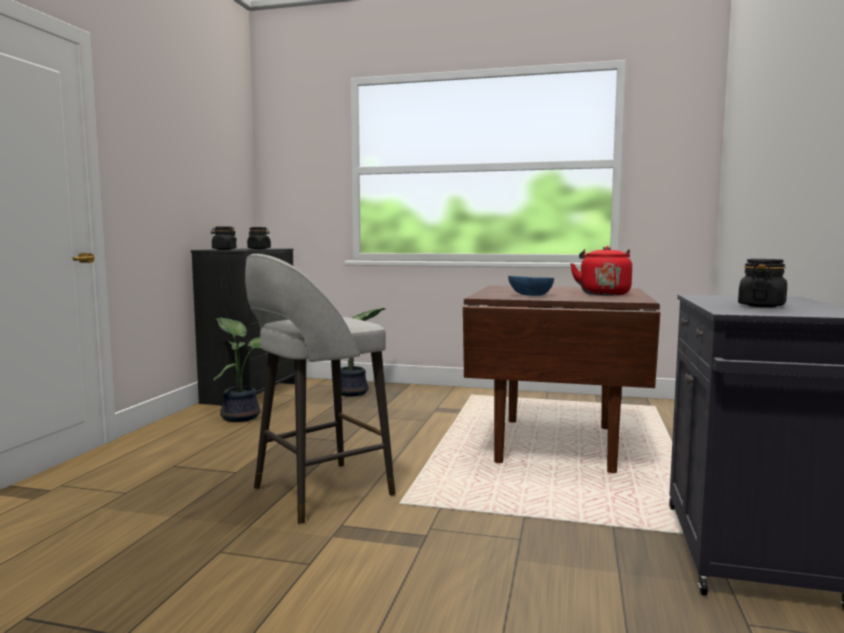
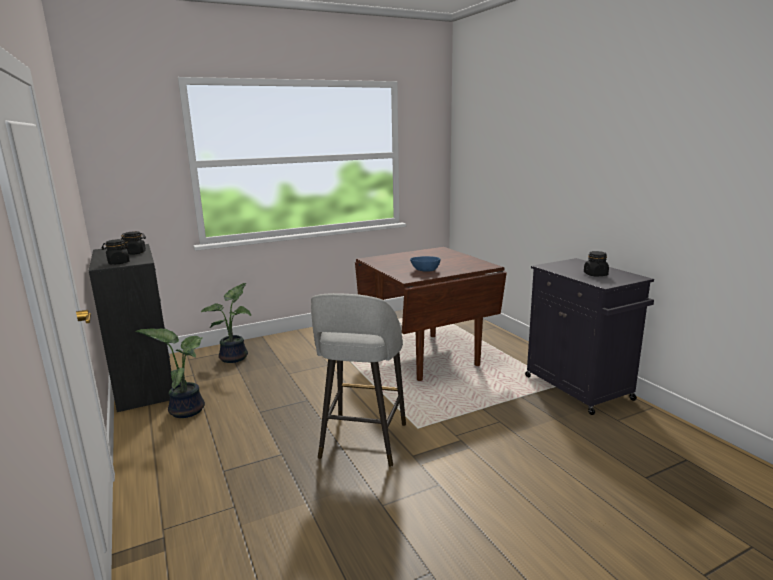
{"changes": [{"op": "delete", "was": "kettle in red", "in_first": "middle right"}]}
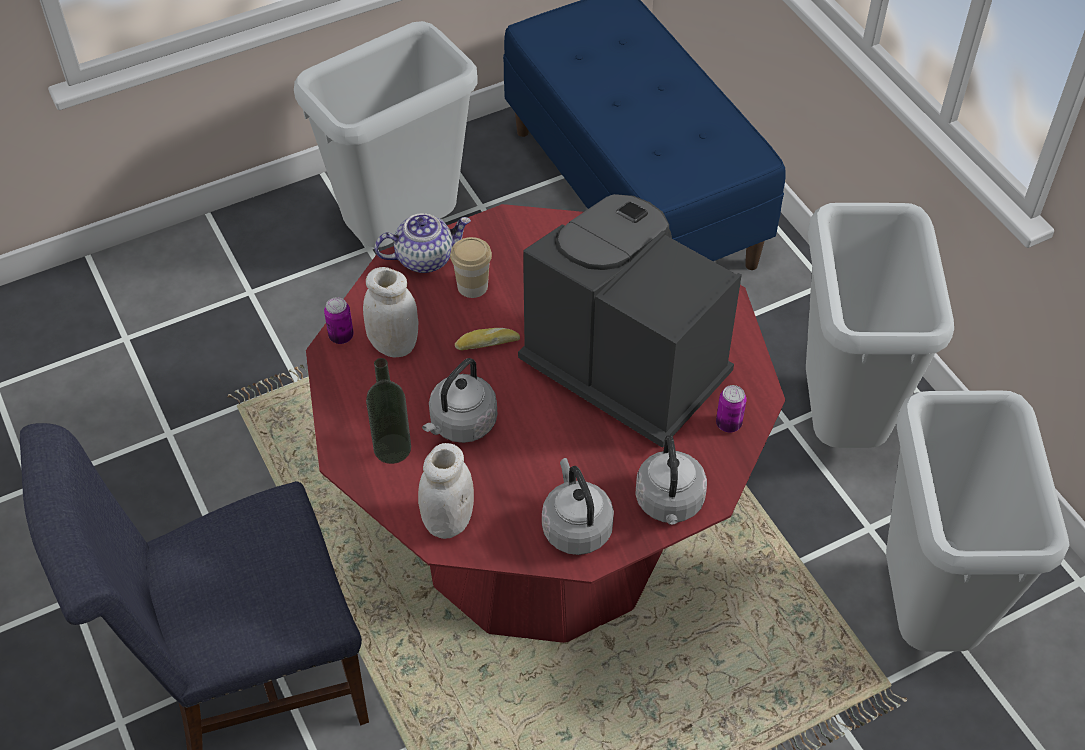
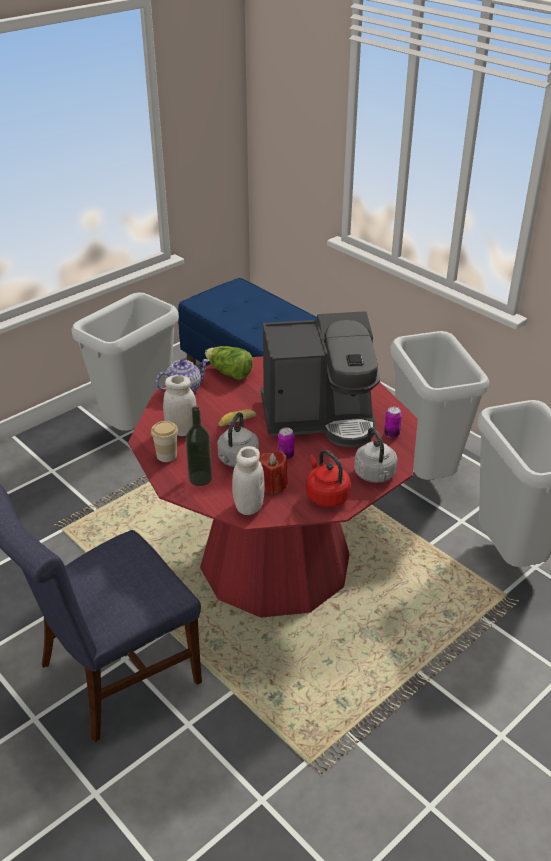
{"changes": [{"op": "move", "was": "can (1st from left)", "in_first": "middle left", "in_second": "centre"}, {"op": "move", "was": "cup", "in_first": "centre", "in_second": "middle left"}, {"op": "rotate", "was": "coffee machine", "in_first": "centre", "in_second": "centre", "clockwise": 150}, {"op": "recolor", "was": "kettle in grey (2nd from left)", "now": "kettle in red", "in_first": "bottom centre", "in_second": "centre"}, {"op": "insert", "now": "lettuce", "in_second": "centre"}, {"op": "insert", "now": "candle in red", "in_second": "centre"}]}
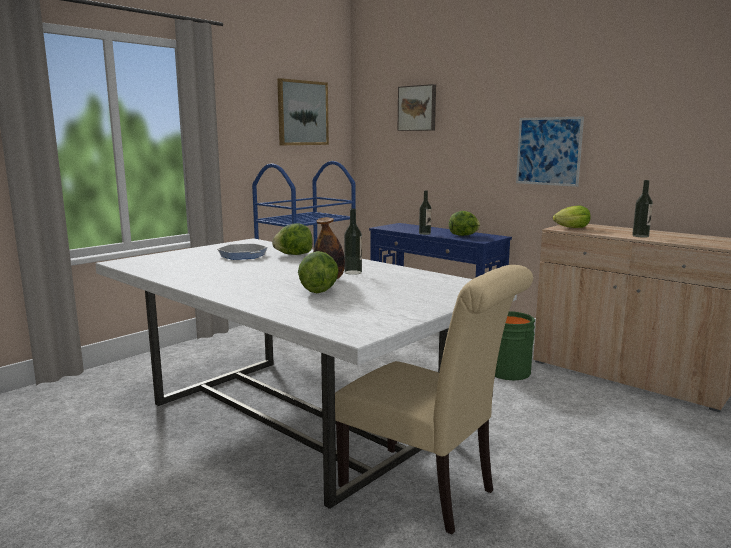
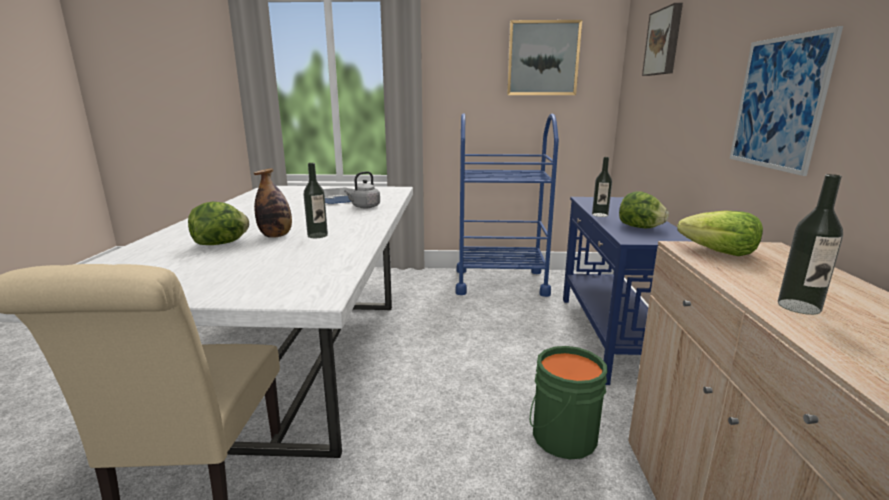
{"changes": [{"op": "replace", "was": "lettuce (1st from left)", "now": "kettle in grey", "in_first": "centre", "in_second": "centre"}]}
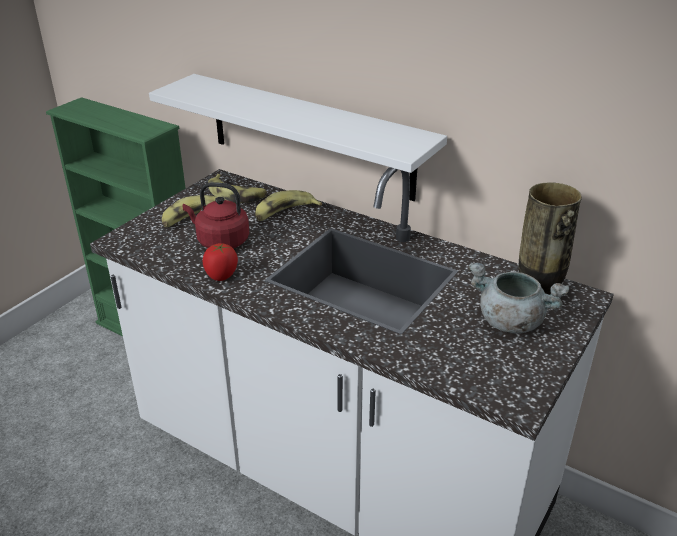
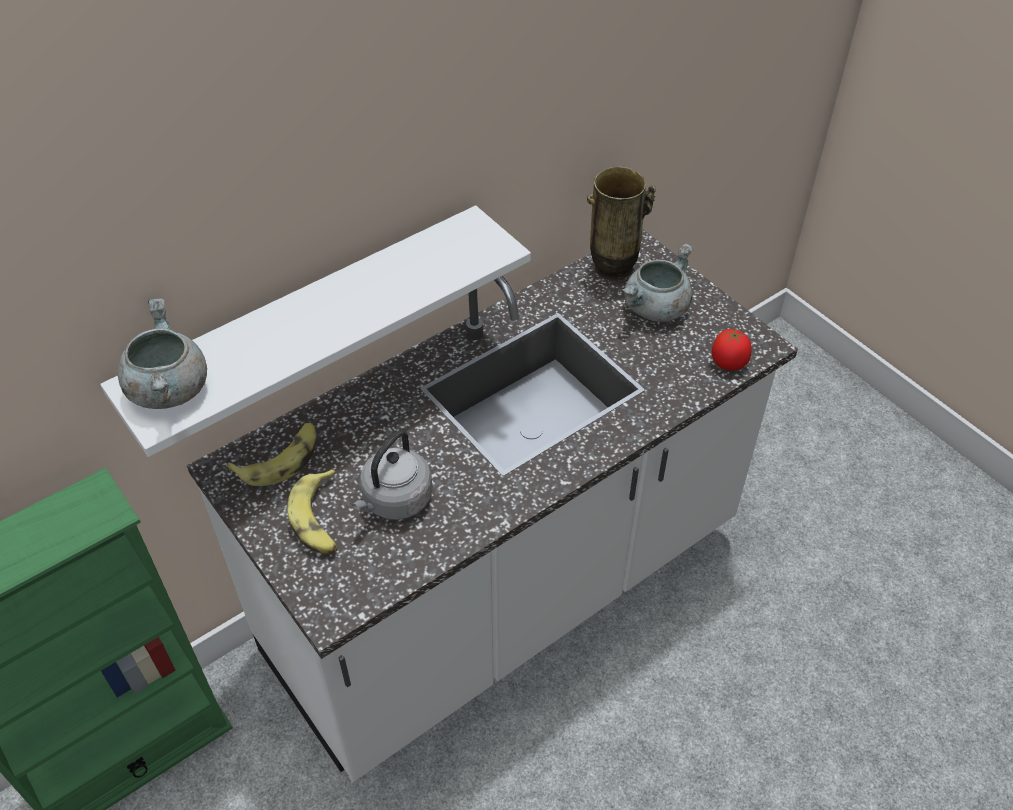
{"changes": [{"op": "recolor", "was": "kettle in red", "now": "kettle in grey", "in_first": "middle left", "in_second": "centre"}, {"op": "move", "was": "tomato", "in_first": "middle left", "in_second": "middle right"}, {"op": "delete", "was": "banana (3rd from left)", "in_first": "centre"}, {"op": "insert", "now": "cooking pot in grey (1st from left)", "in_second": "middle left"}]}
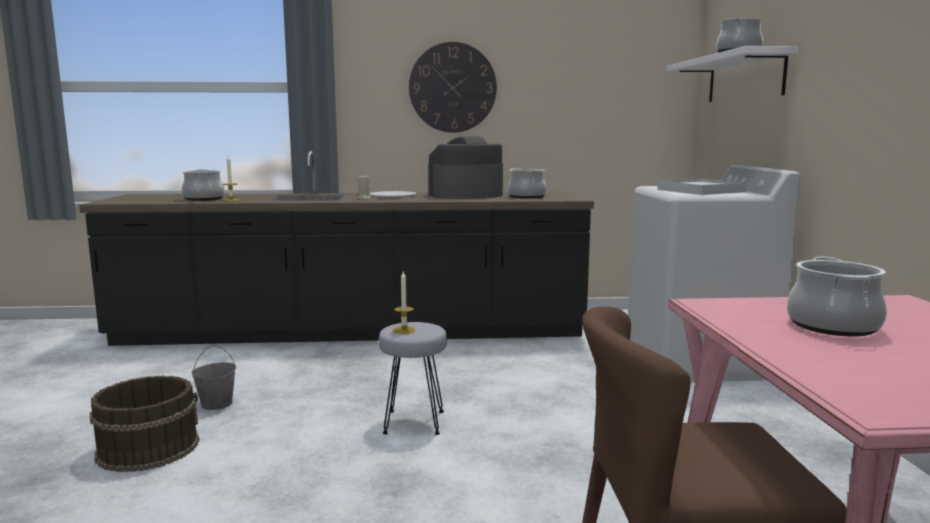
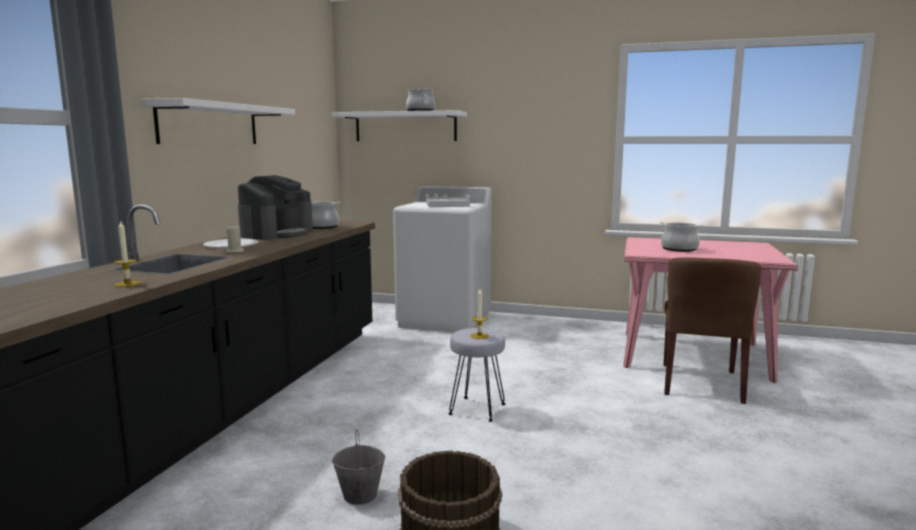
{"changes": [{"op": "delete", "was": "cooking pot (1st from left)", "in_first": "middle left"}, {"op": "replace", "was": "wall clock", "now": "shelf in white (1st from left)", "in_first": "top centre", "in_second": "top left"}, {"op": "rotate", "was": "coffee machine", "in_first": "top centre", "in_second": "middle left", "clockwise": -150}]}
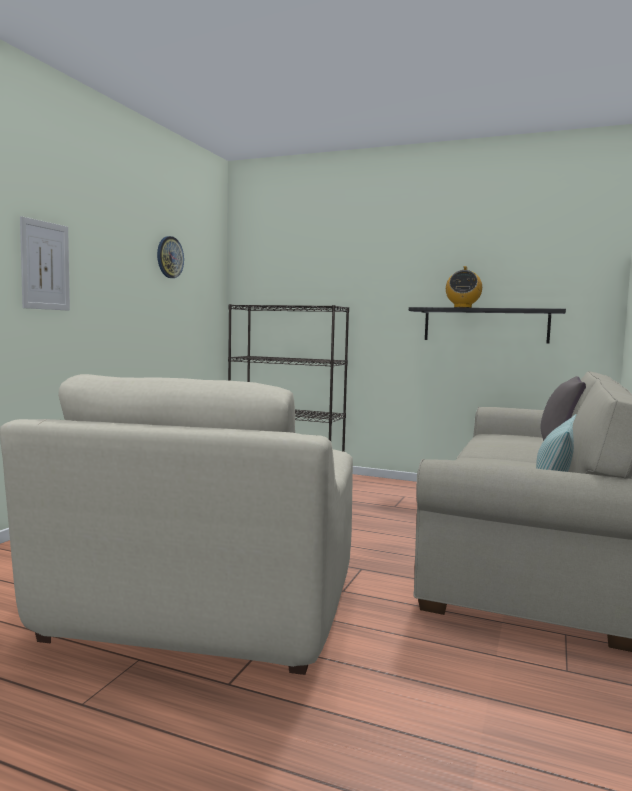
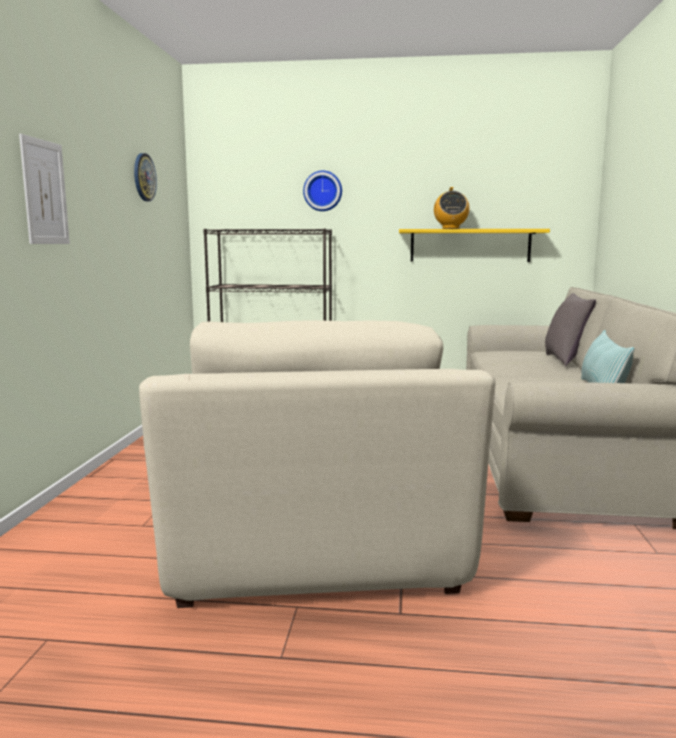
{"changes": [{"op": "recolor", "was": "shelf in black", "now": "shelf in yellow", "in_first": "middle right", "in_second": "top right"}, {"op": "insert", "now": "wall clock (2nd from left)", "in_second": "top centre"}]}
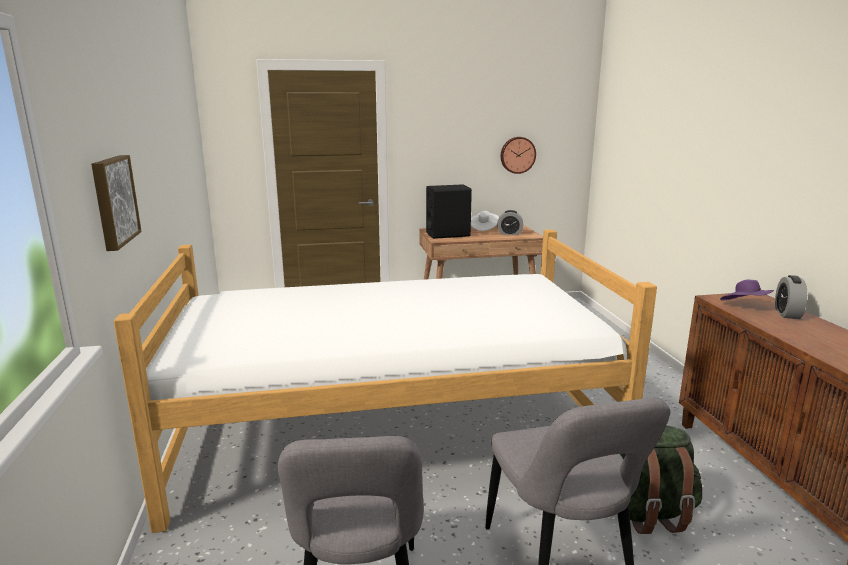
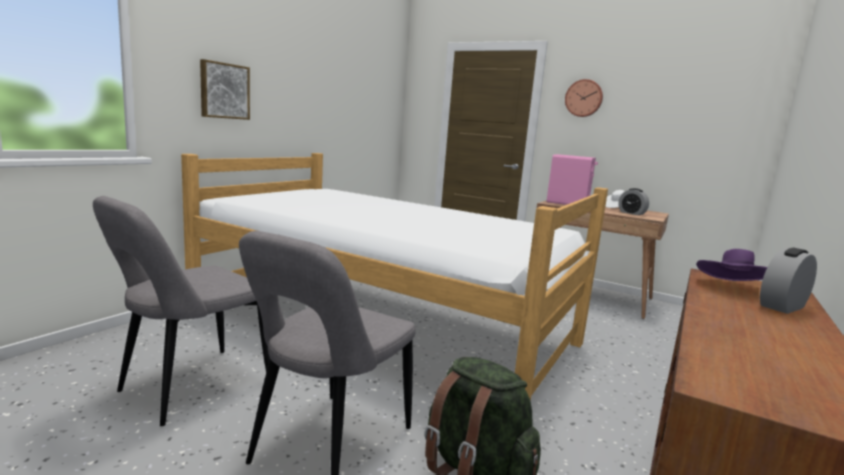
{"changes": [{"op": "recolor", "was": "speaker in black", "now": "speaker in pink", "in_first": "centre", "in_second": "middle right"}, {"op": "move", "was": "wall clock", "in_first": "top centre", "in_second": "top right"}]}
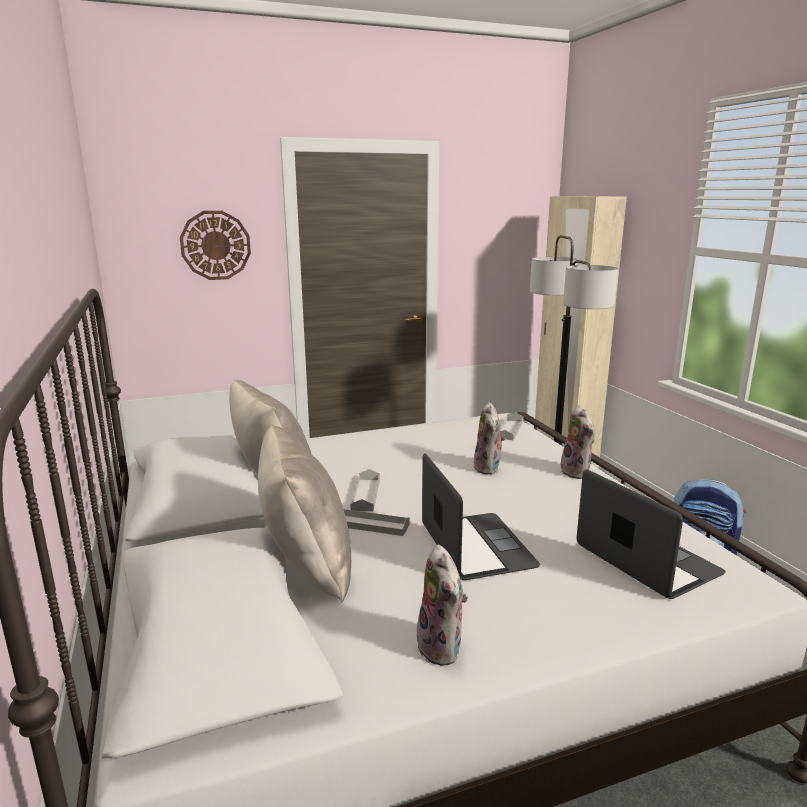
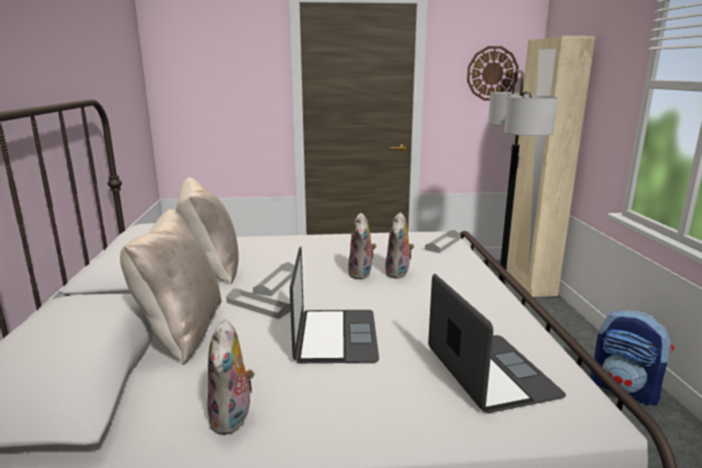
{"changes": [{"op": "move", "was": "wall clock", "in_first": "top left", "in_second": "top right"}, {"op": "move", "was": "plush toy (3rd from left in the first image)", "now": "plush toy (2nd from left)", "in_first": "middle right", "in_second": "centre"}]}
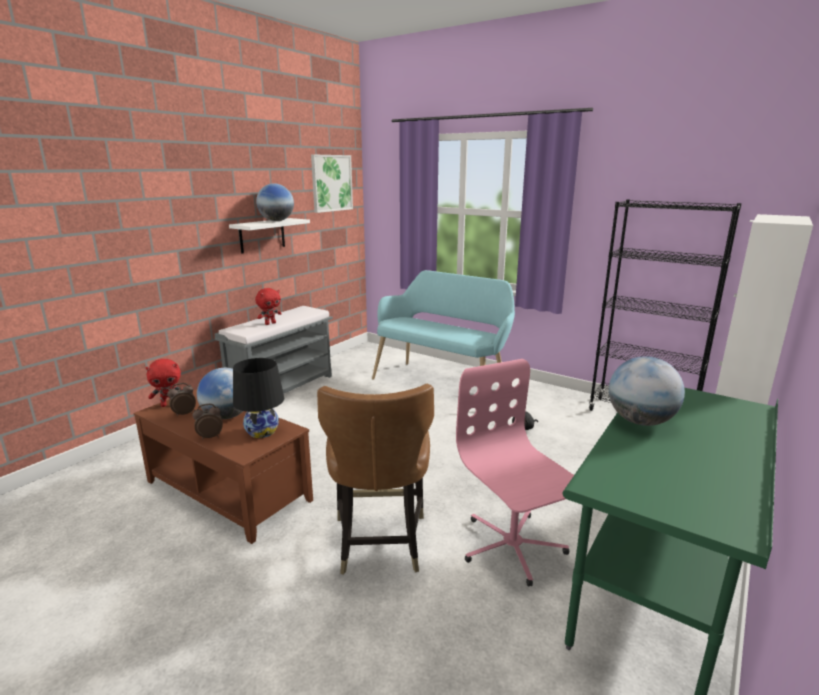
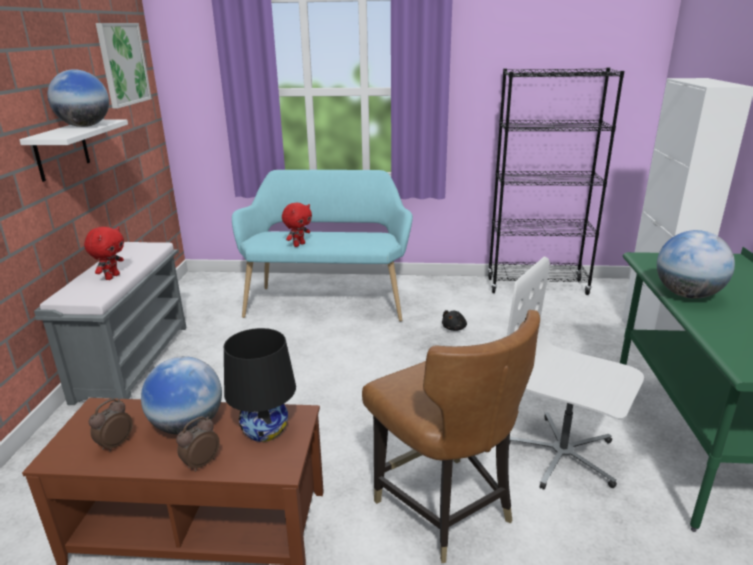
{"changes": [{"op": "move", "was": "plush toy in red (1st from left in the first image)", "now": "plush toy in red (2nd from left)", "in_first": "middle left", "in_second": "centre"}, {"op": "recolor", "was": "office chair in pink", "now": "office chair in white", "in_first": "bottom centre", "in_second": "middle right"}]}
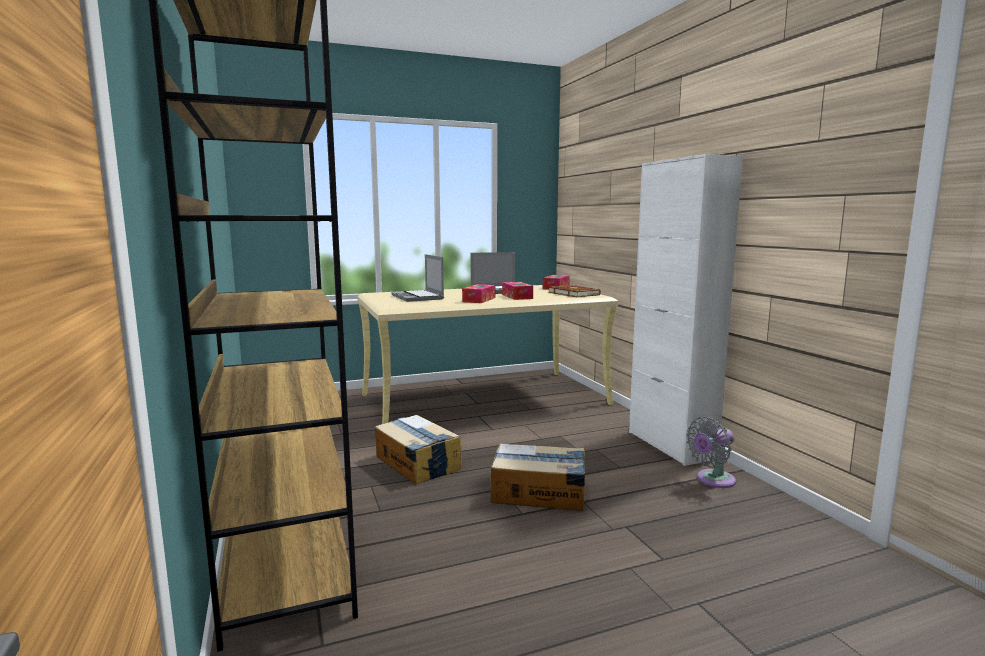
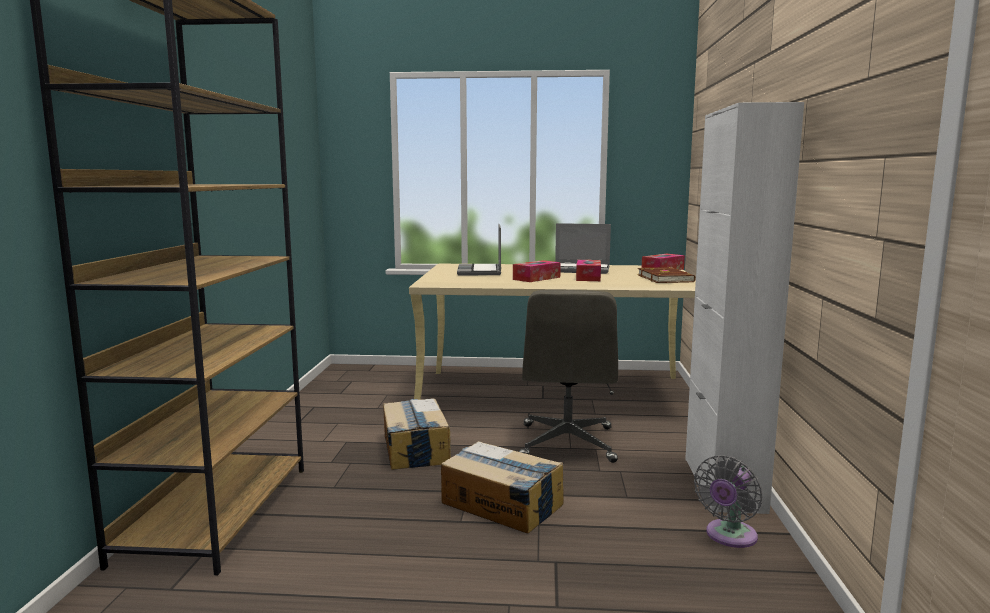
{"changes": [{"op": "rotate", "was": "fan in grey", "in_first": "bottom right", "in_second": "bottom right", "clockwise": -45}, {"op": "insert", "now": "office chair in grey", "in_second": "centre"}]}
